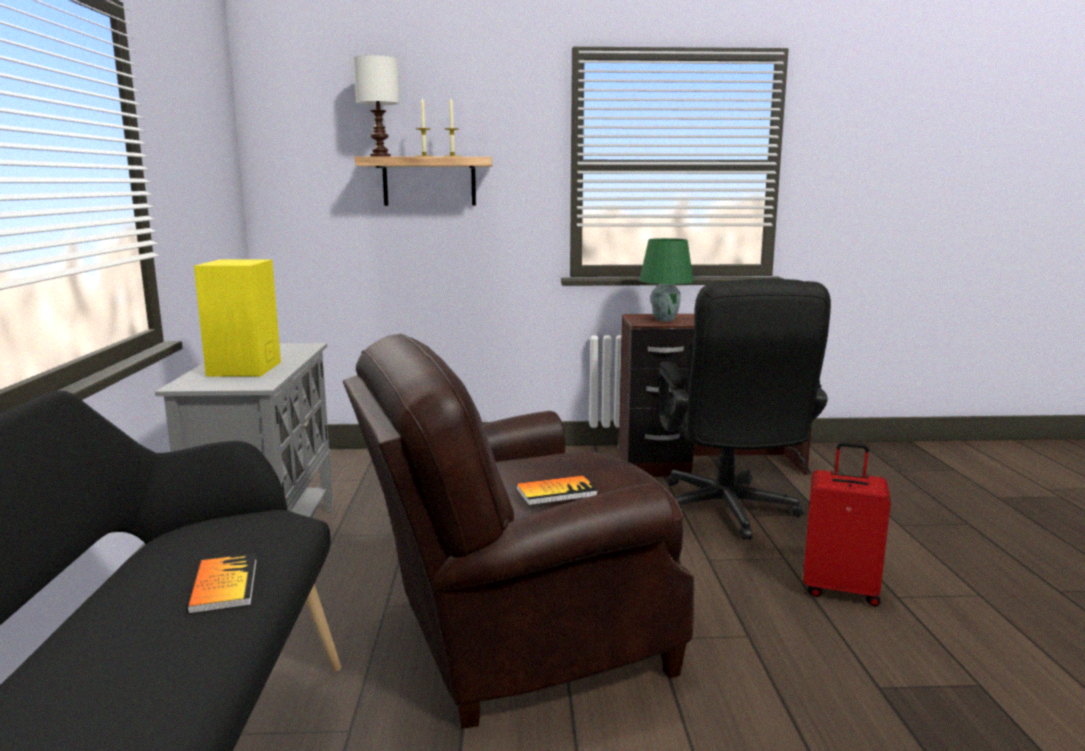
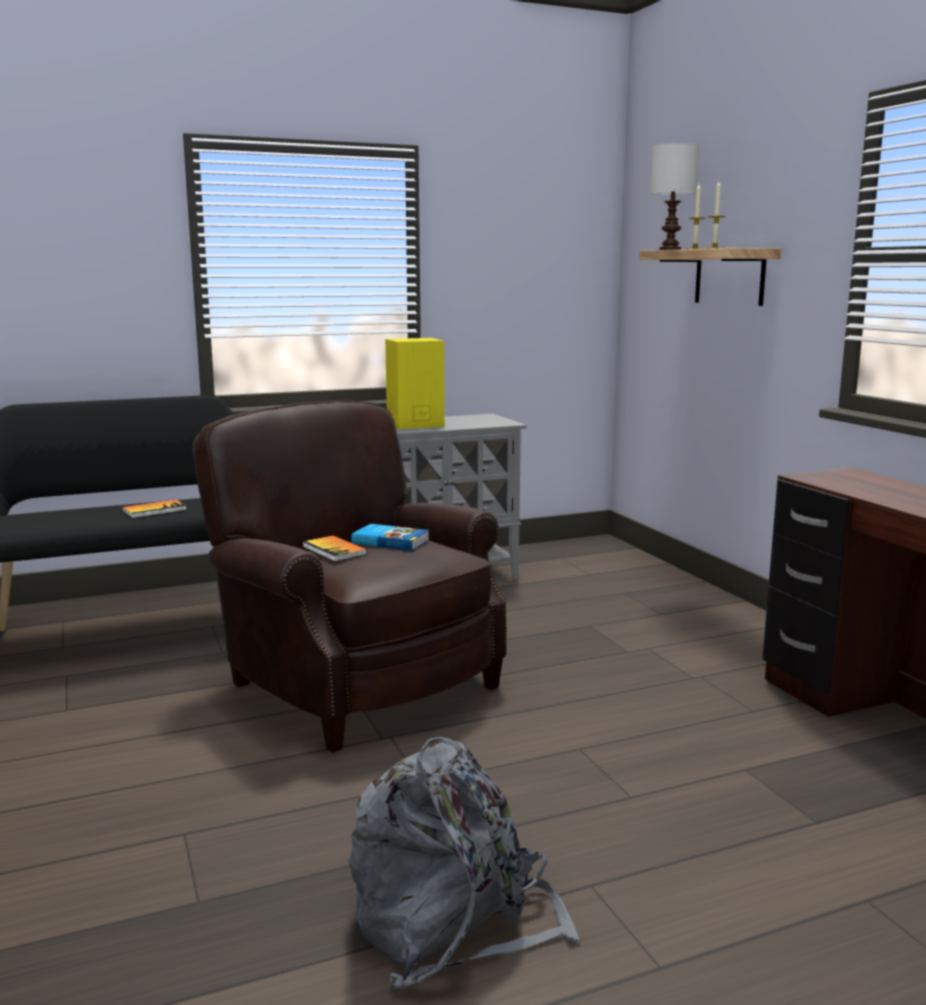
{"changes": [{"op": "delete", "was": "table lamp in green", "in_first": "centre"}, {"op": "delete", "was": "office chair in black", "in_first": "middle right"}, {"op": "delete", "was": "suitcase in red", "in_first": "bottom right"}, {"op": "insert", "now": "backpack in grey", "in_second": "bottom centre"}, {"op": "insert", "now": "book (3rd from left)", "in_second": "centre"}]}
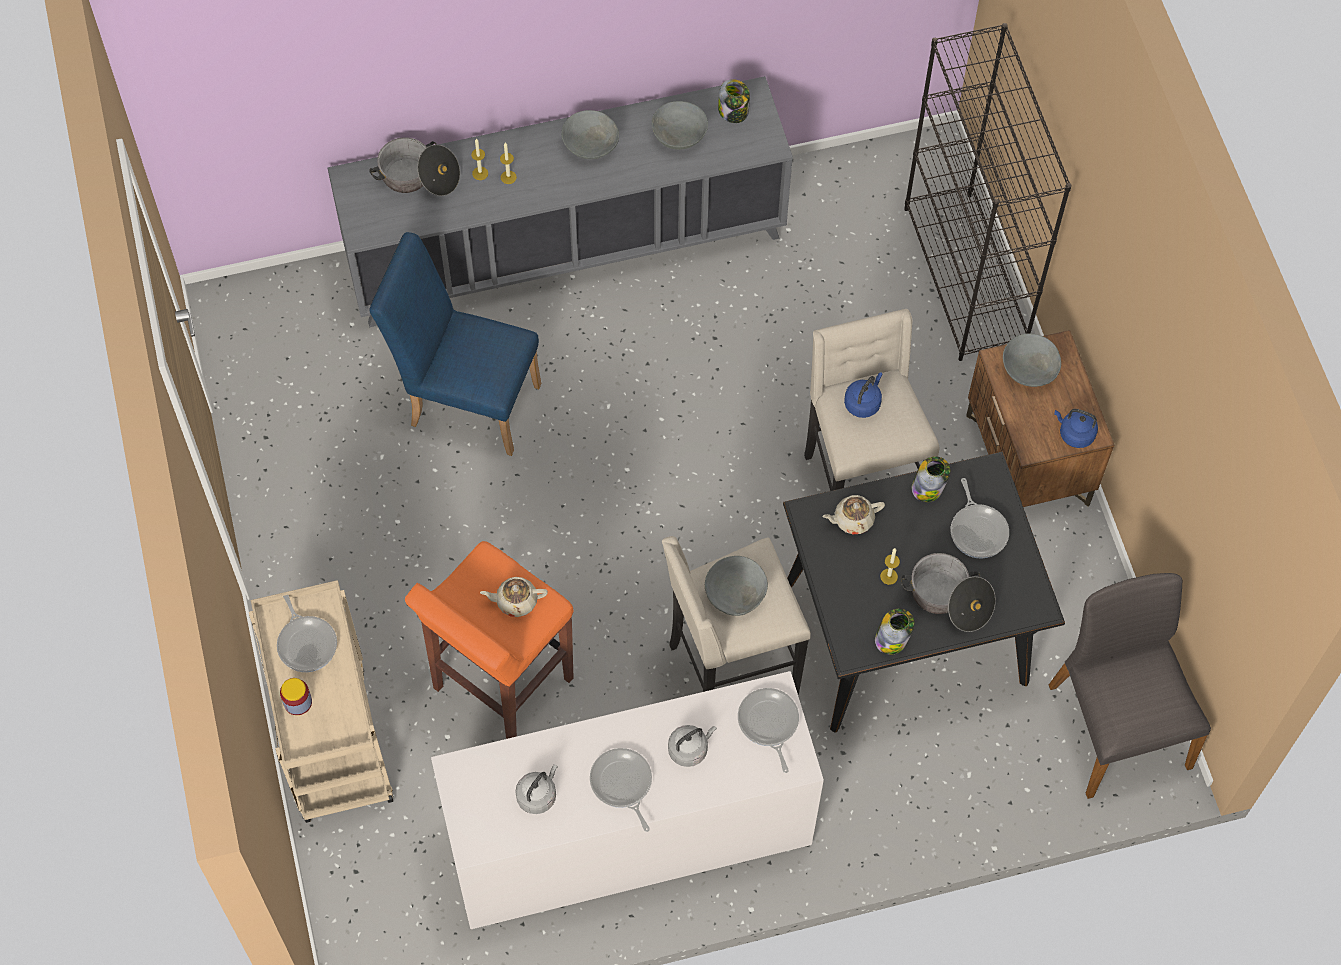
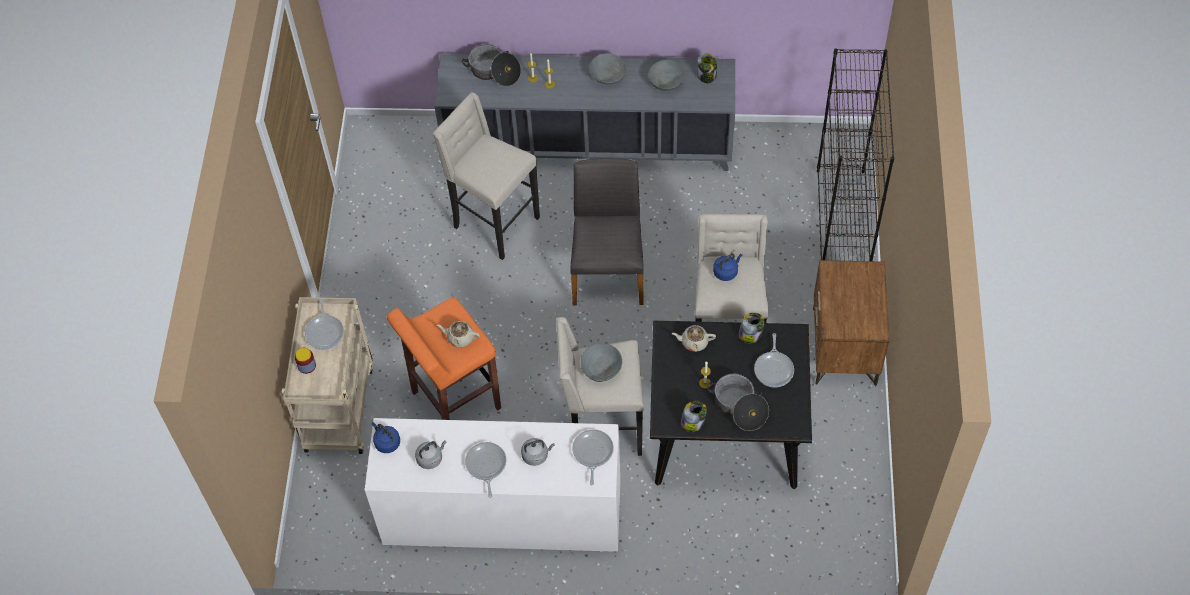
{"changes": [{"op": "replace", "was": "chair in blue", "now": "stool in beige (1st from left)", "in_first": "centre", "in_second": "top centre"}, {"op": "delete", "was": "bowl in grey (4th from left)", "in_first": "middle right"}, {"op": "move", "was": "chair in grey", "in_first": "bottom right", "in_second": "centre"}, {"op": "move", "was": "kettle in blue (2nd from left in the first image)", "now": "kettle in blue (1st from left)", "in_first": "middle right", "in_second": "bottom left"}]}
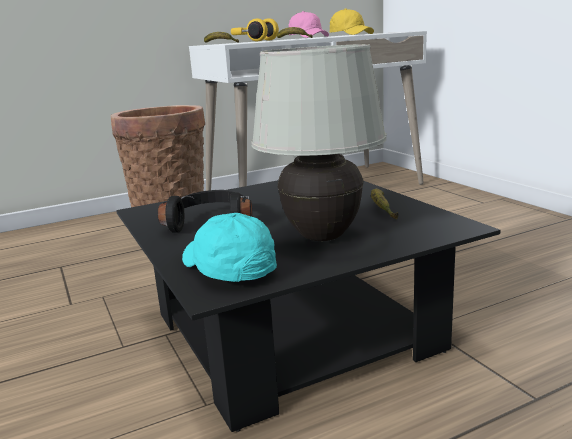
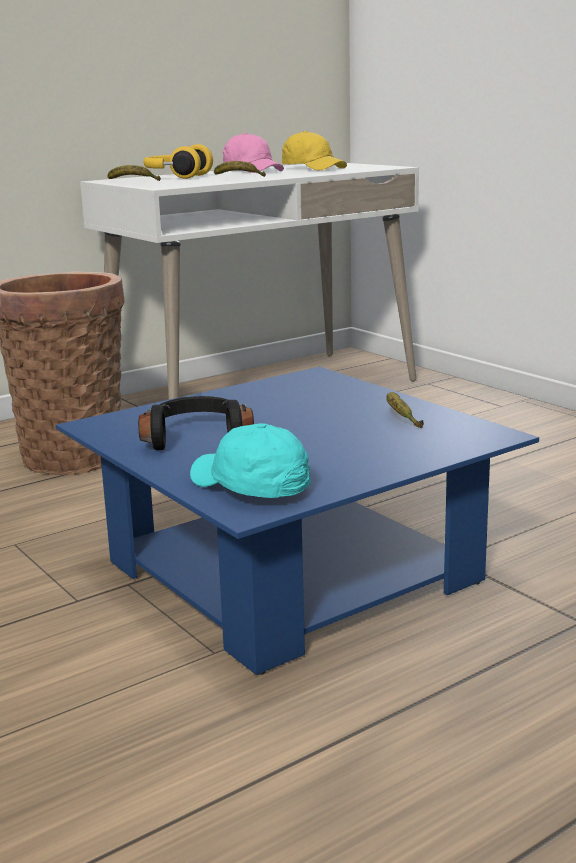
{"changes": [{"op": "recolor", "was": "coffee table in black", "now": "coffee table in blue", "in_first": "bottom centre", "in_second": "centre"}, {"op": "delete", "was": "table lamp in white", "in_first": "top centre"}]}
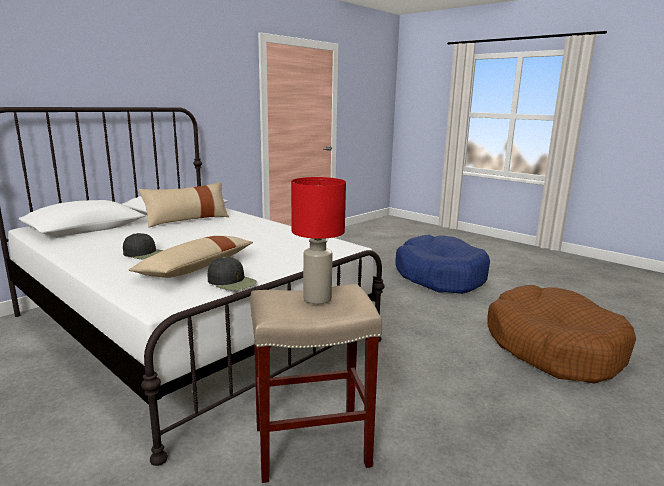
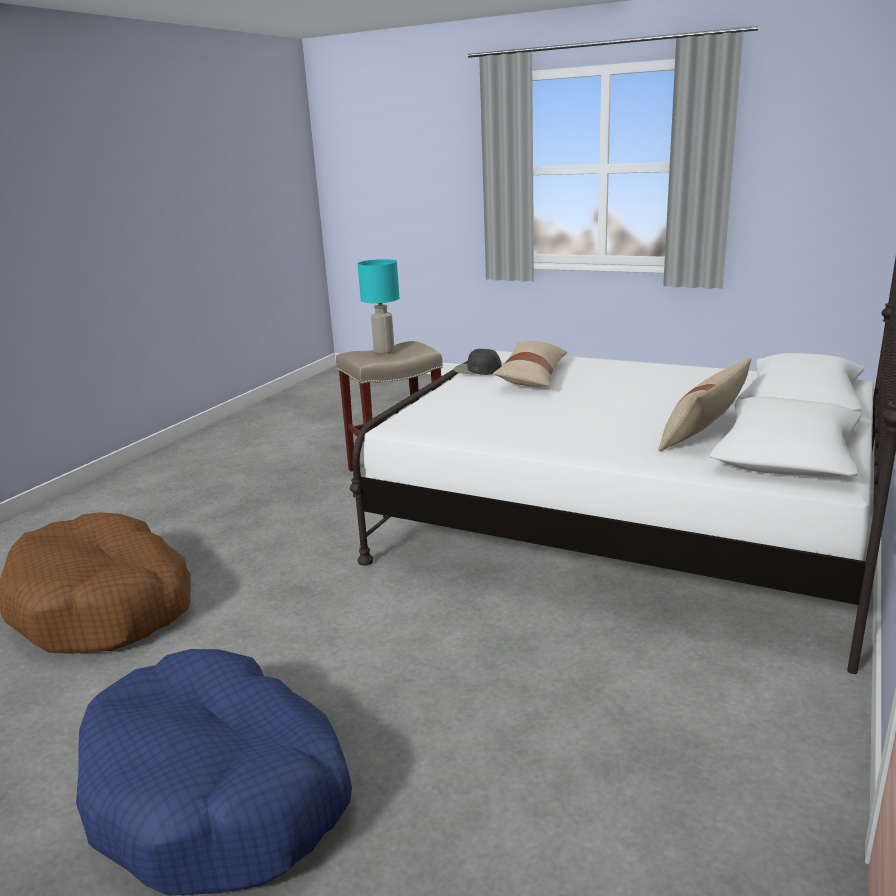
{"changes": [{"op": "delete", "was": "cap in black (1st from left)", "in_first": "middle left"}, {"op": "recolor", "was": "table lamp in red", "now": "table lamp in turquoise", "in_first": "centre", "in_second": "centre"}]}
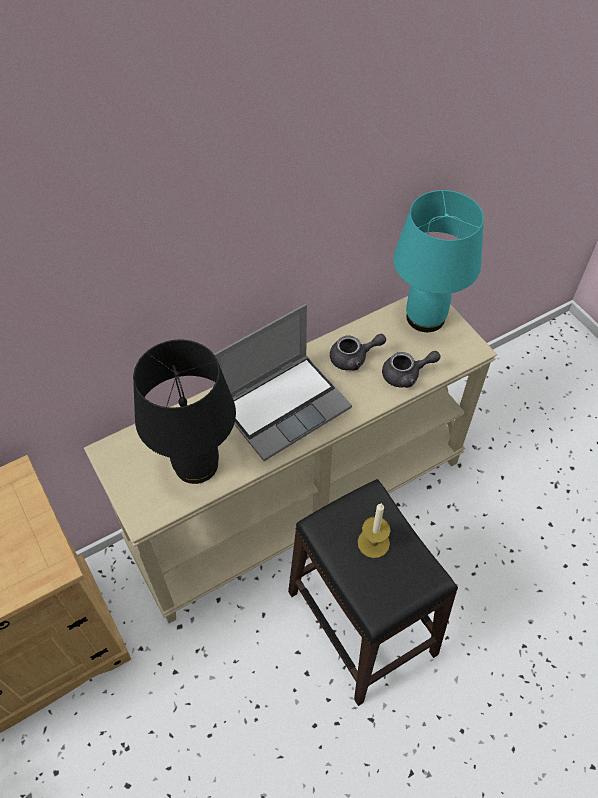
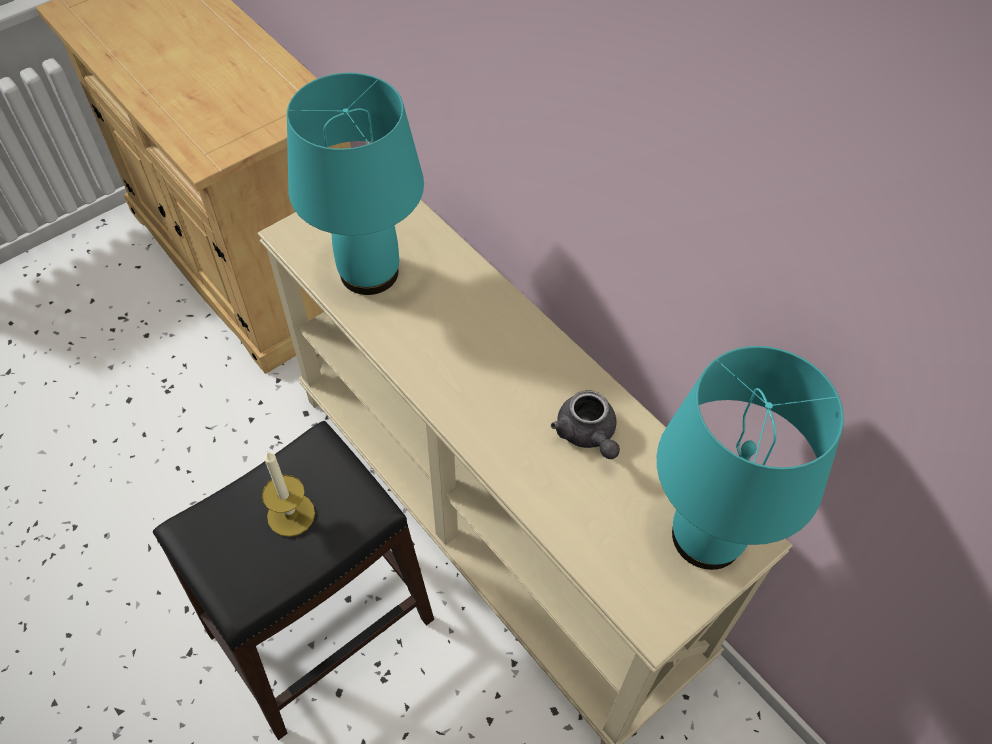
{"changes": [{"op": "recolor", "was": "table lamp in black", "now": "table lamp in turquoise (1st from left)", "in_first": "middle left", "in_second": "top centre"}, {"op": "delete", "was": "laptop", "in_first": "centre"}, {"op": "delete", "was": "teapot in grey (2nd from left)", "in_first": "middle right"}]}
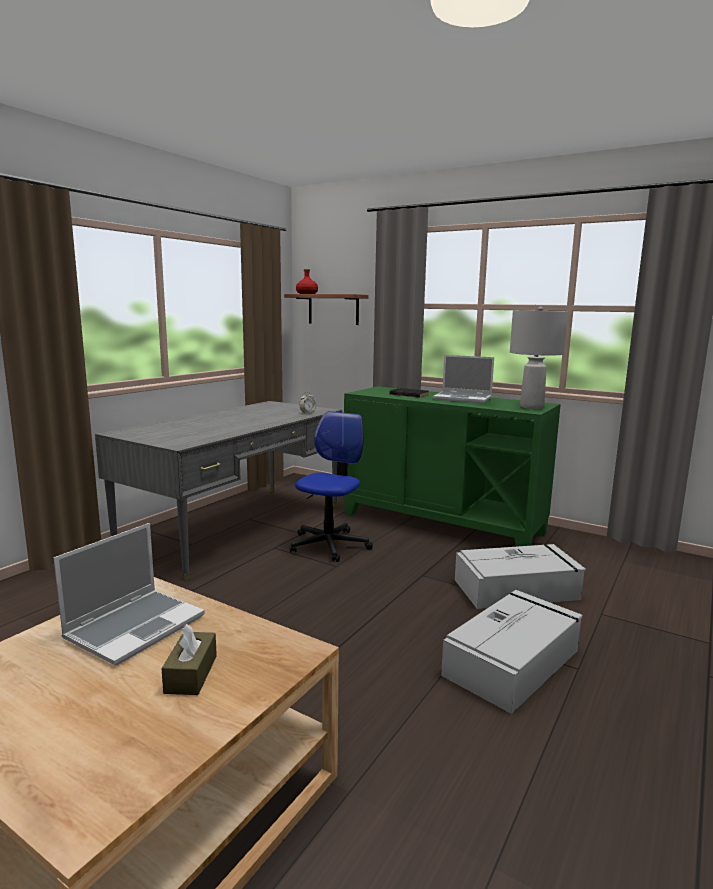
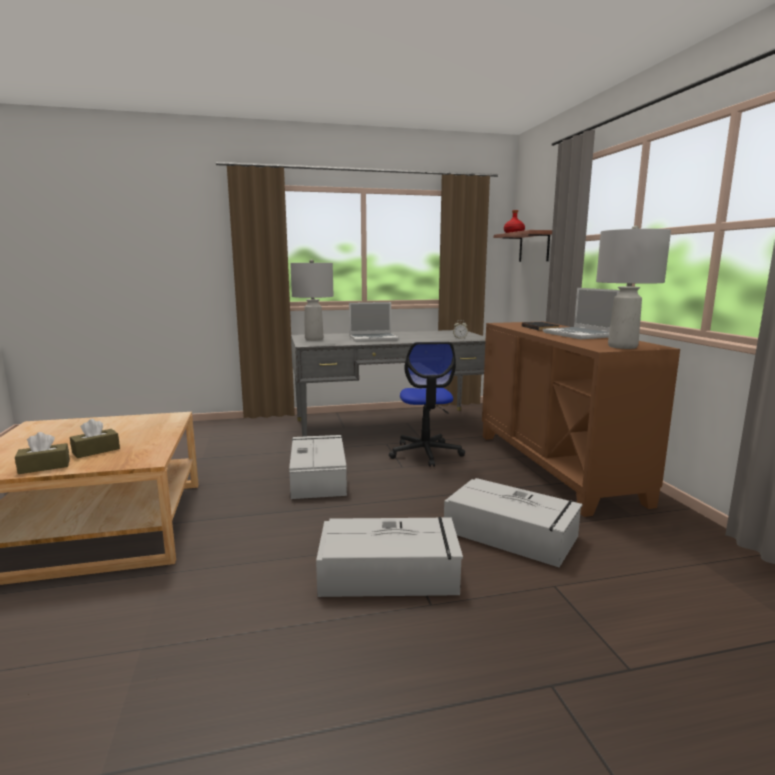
{"changes": [{"op": "move", "was": "laptop (1st from left)", "in_first": "bottom left", "in_second": "centre"}, {"op": "rotate", "was": "office chair", "in_first": "centre", "in_second": "centre", "clockwise": 105}, {"op": "recolor", "was": "cabinet in green", "now": "cabinet in brown", "in_first": "centre", "in_second": "middle right"}, {"op": "insert", "now": "tissue box in brown (1st from left)", "in_second": "middle left"}, {"op": "insert", "now": "storage box in grey (1st from left)", "in_second": "centre"}, {"op": "insert", "now": "table lamp in grey (1st from left)", "in_second": "centre"}]}
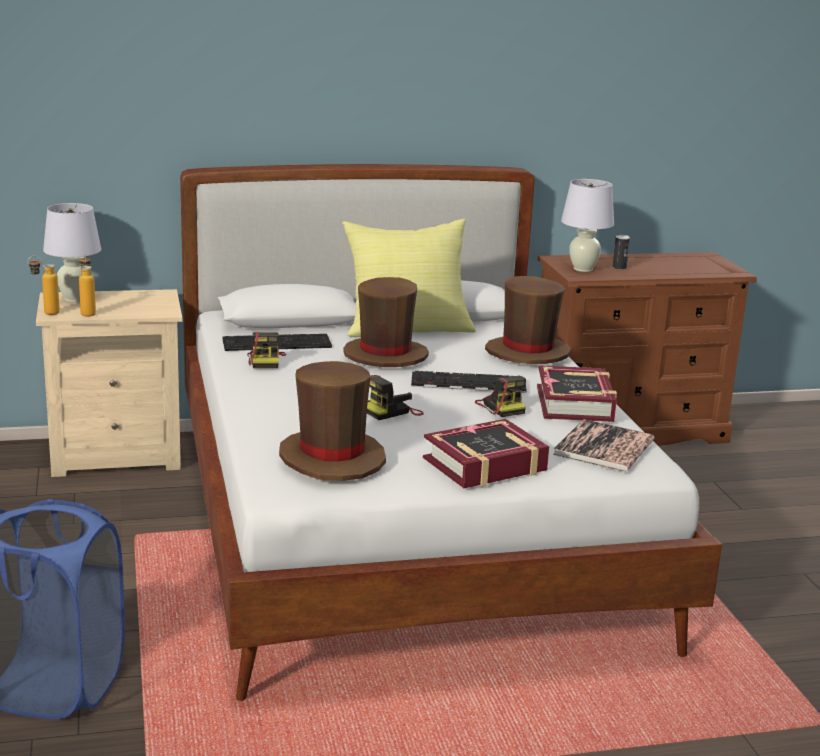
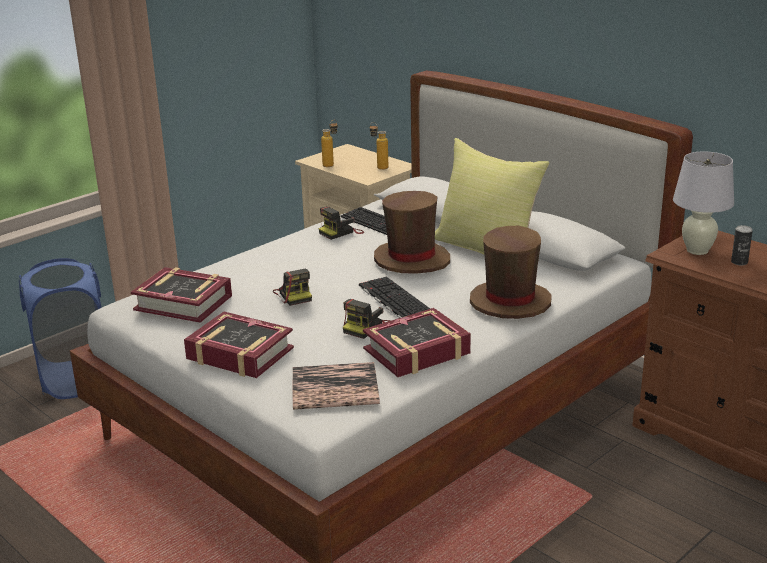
{"changes": [{"op": "move", "was": "bottle (1st from left in the first image)", "now": "bottle (2nd from left)", "in_first": "middle left", "in_second": "top centre"}, {"op": "delete", "was": "table lamp in white (1st from left)", "in_first": "middle left"}, {"op": "replace", "was": "hat in brown (1st from left)", "now": "book (1st from left)", "in_first": "centre", "in_second": "middle left"}, {"op": "rotate", "was": "photo camera (2nd from left in the first image)", "in_first": "centre", "in_second": "centre", "clockwise": -135}]}
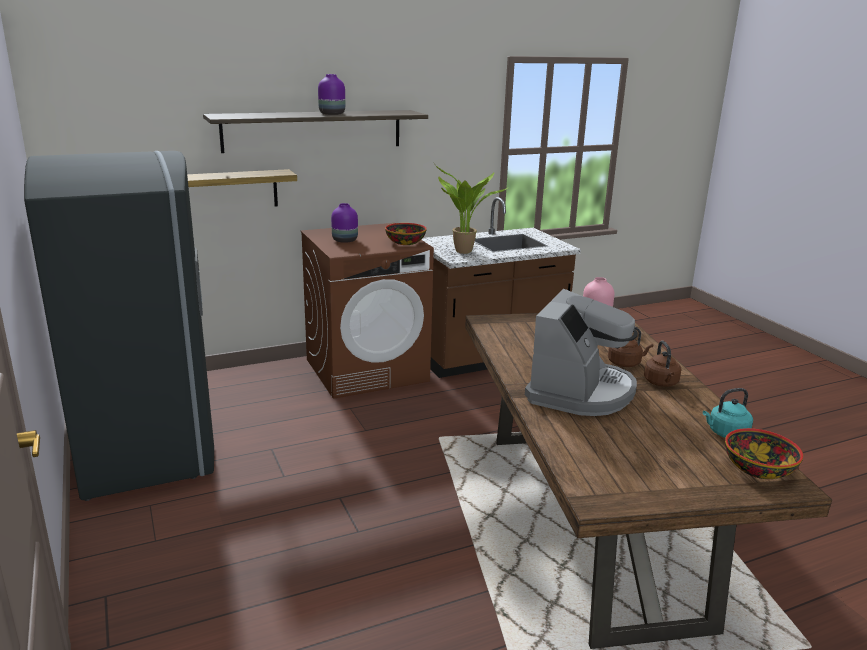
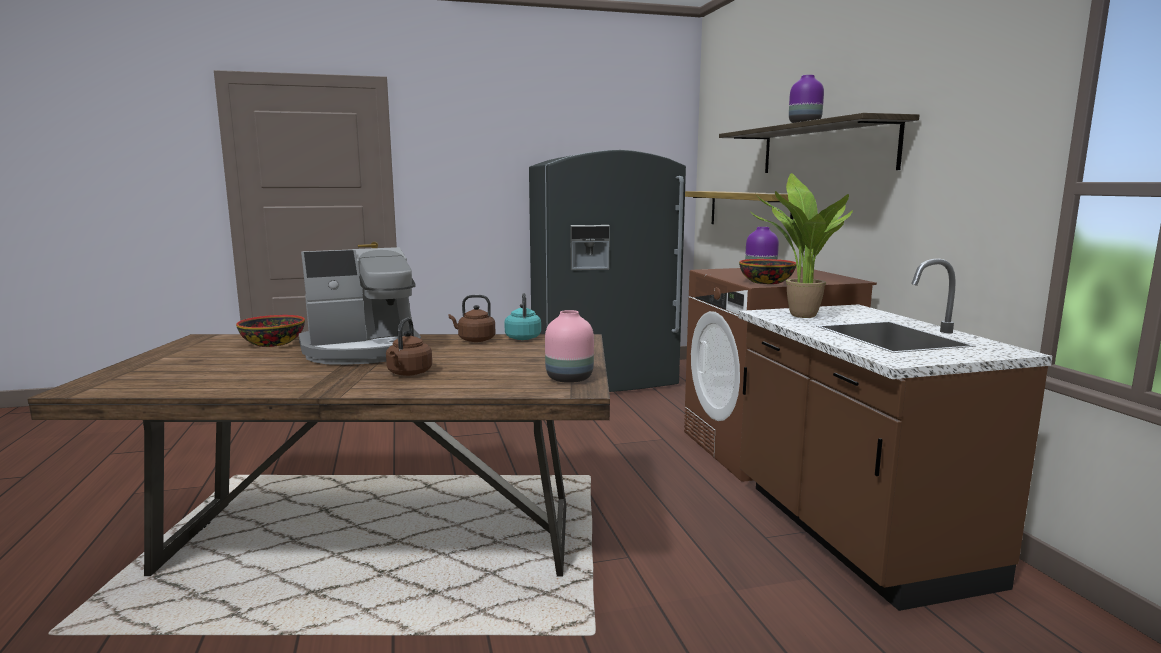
{"changes": [{"op": "rotate", "was": "coffee machine", "in_first": "middle right", "in_second": "middle left", "clockwise": -60}, {"op": "move", "was": "kettle in brown (2nd from left)", "in_first": "middle right", "in_second": "centre"}, {"op": "move", "was": "kettle in turquoise", "in_first": "middle right", "in_second": "centre"}, {"op": "move", "was": "bowl (2nd from left in the first image)", "now": "bowl (1st from left)", "in_first": "bottom right", "in_second": "middle left"}]}
